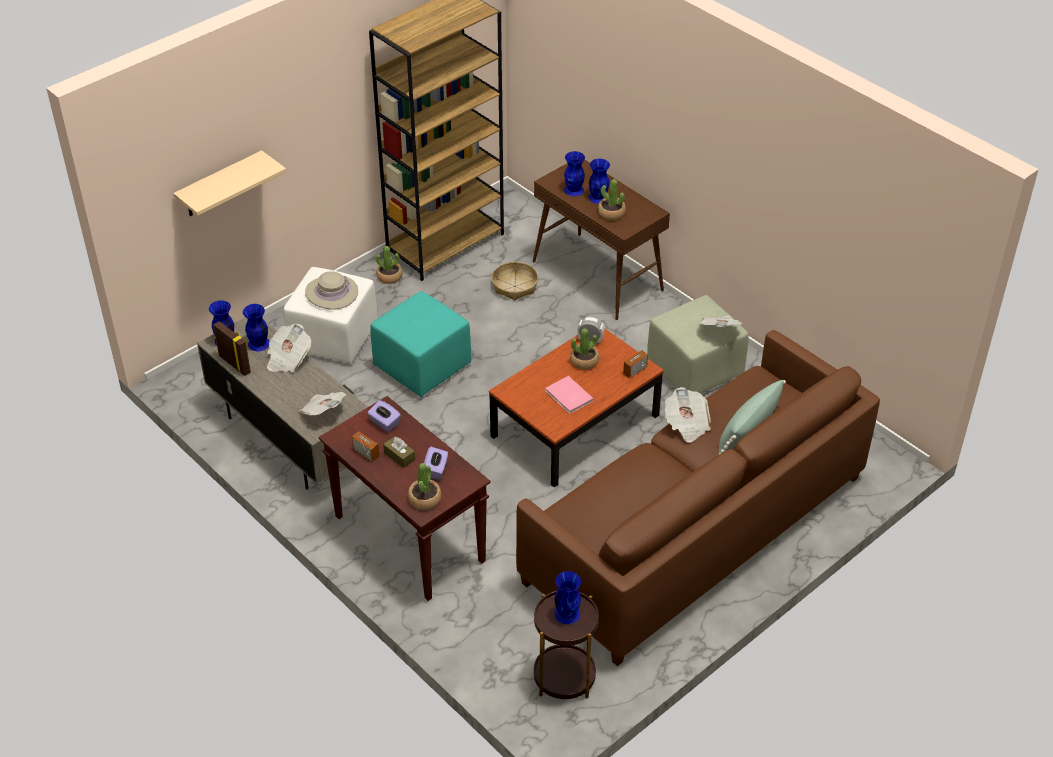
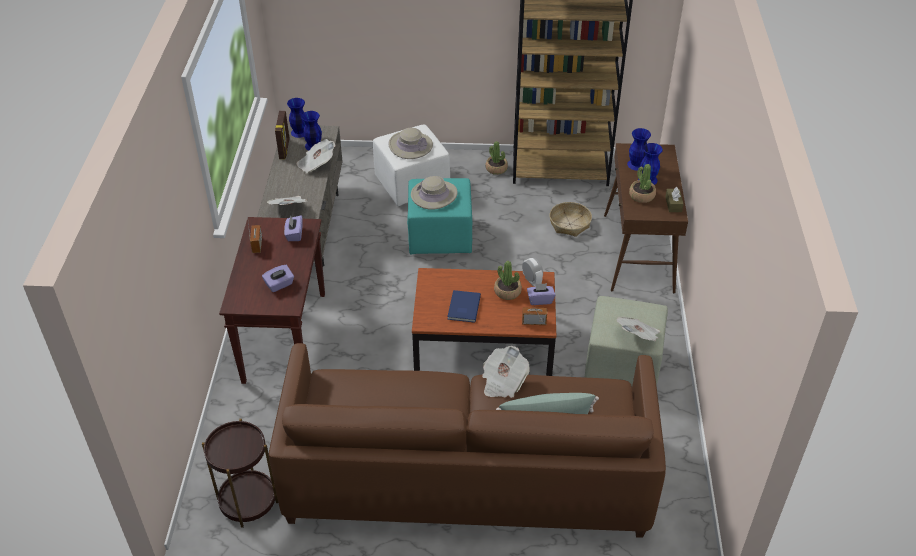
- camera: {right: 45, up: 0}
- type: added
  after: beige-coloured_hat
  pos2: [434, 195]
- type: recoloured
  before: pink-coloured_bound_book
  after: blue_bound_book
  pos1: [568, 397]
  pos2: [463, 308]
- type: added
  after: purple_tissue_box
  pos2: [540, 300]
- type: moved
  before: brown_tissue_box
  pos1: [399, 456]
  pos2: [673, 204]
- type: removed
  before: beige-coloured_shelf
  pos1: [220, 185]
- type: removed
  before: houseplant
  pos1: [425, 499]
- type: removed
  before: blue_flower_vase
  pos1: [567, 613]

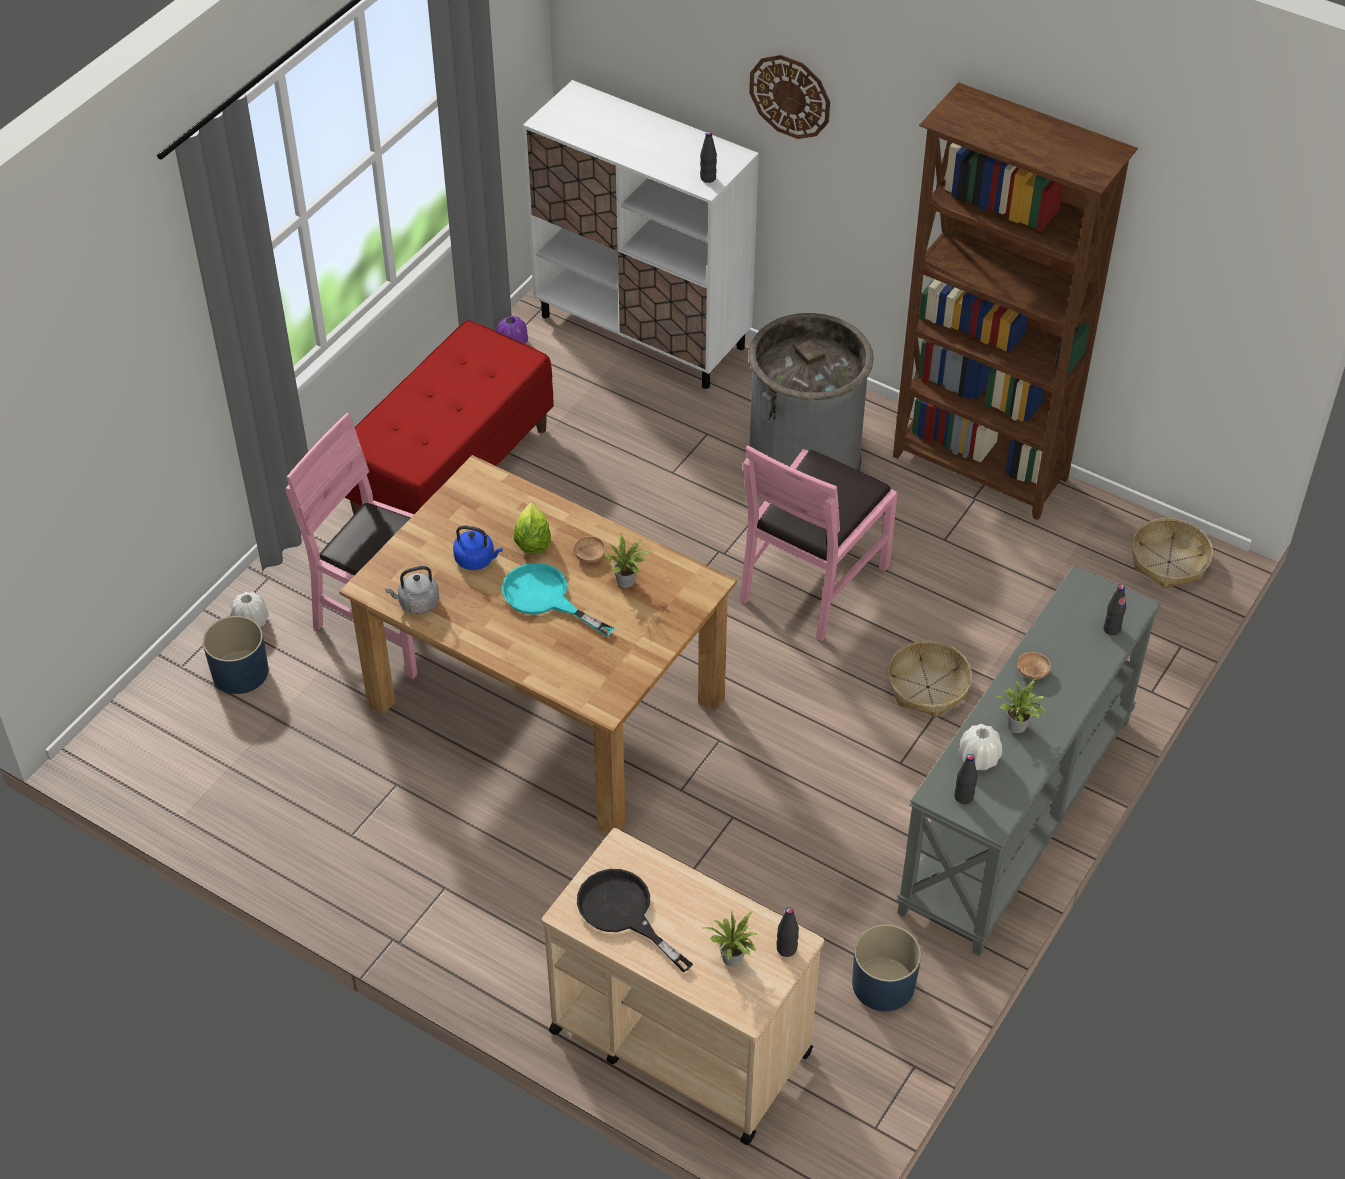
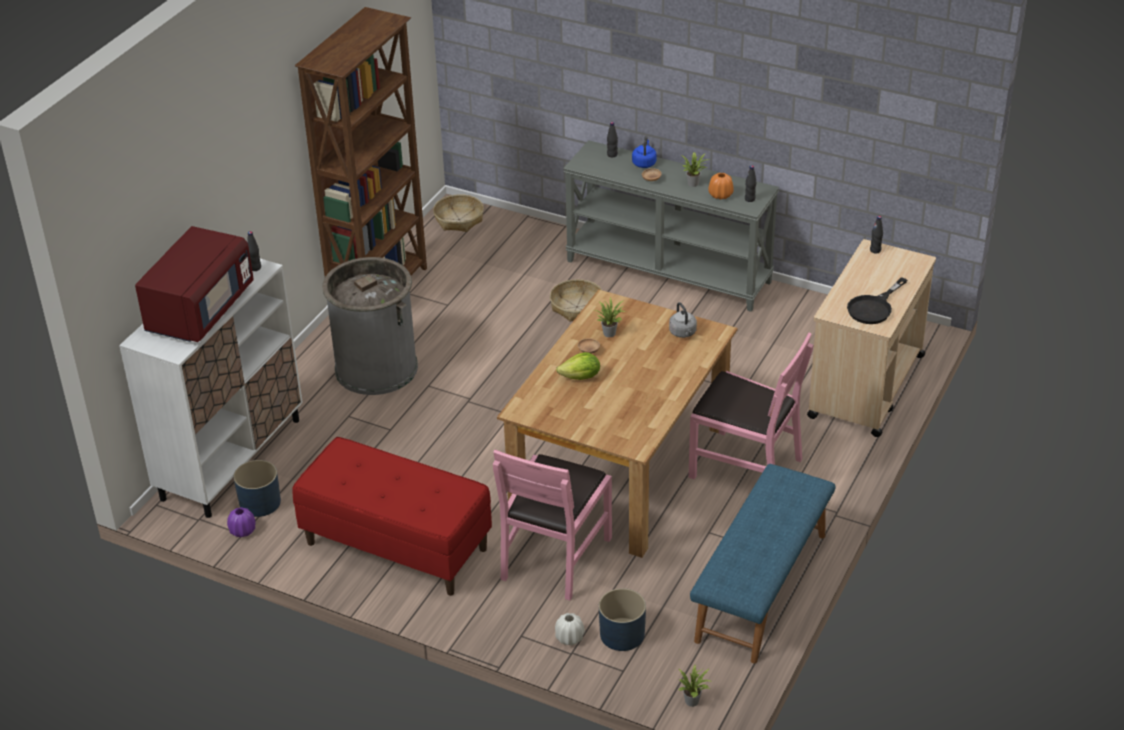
- camera: {right: -95, up: -10}
- type: added
  after: red-coloured_kitchen_microwave
  pos2: [200, 310]
- type: moved
  before: blue_flower_pot
  pos1: [882, 984]
  pos2: [260, 503]
- type: moved
  before: blue_kettle
  pos1: [477, 560]
  pos2: [644, 163]
- type: moved
  before: gray_kettle
  pos1: [417, 603]
  pos2: [683, 333]
- type: moved
  before: houseplant
  pos1: [733, 960]
  pos2: [693, 701]
- type: moved
  before: pink-coloured_chair
  pos1: [812, 581]
  pos2: [745, 467]
- type: added
  after: blue_long_seat
  pos2: [762, 587]
- type: recoloured
  before: white-coloured_flower_vase
  after: orange-coloured_flower_vase
  pos1: [978, 758]
  pos2: [720, 195]
- type: removed
  before: turquoise_skillet
  pos1: [545, 598]
- type: removed
  before: wall_clock
  pos1: [790, 96]

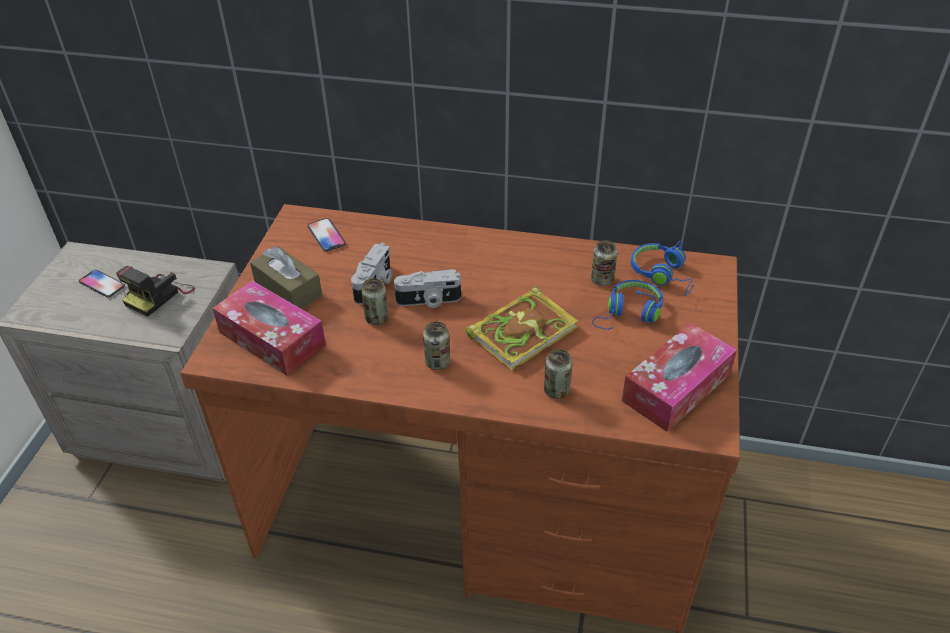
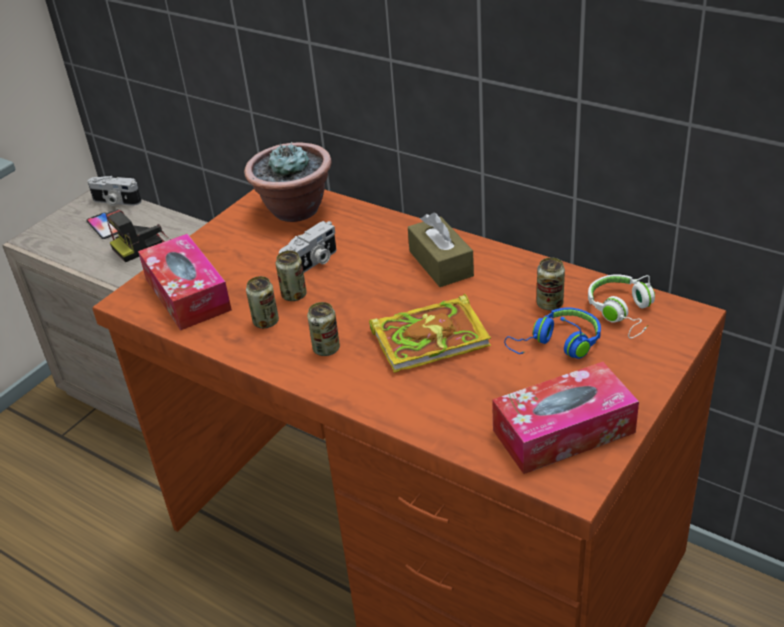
- camera: {right: 25, up: -5}
- type: moved
  before: photo_camera
  pos1: [428, 301]
  pos2: [115, 202]
- type: replaced
  before: handset
  after: houseplant
  pos1: [326, 236]
  pos2: [294, 210]
- type: moved
  before: sealed_can
  pos1: [556, 390]
  pos2: [266, 322]
- type: moved
  before: brown_tissue_box
  pos1: [288, 289]
  pos2: [441, 263]
- type: recoloured
  before: blue_pair_of_headphones
  after: white-coloured_pair_of_headphones
  pos1: [663, 275]
  pos2: [623, 312]

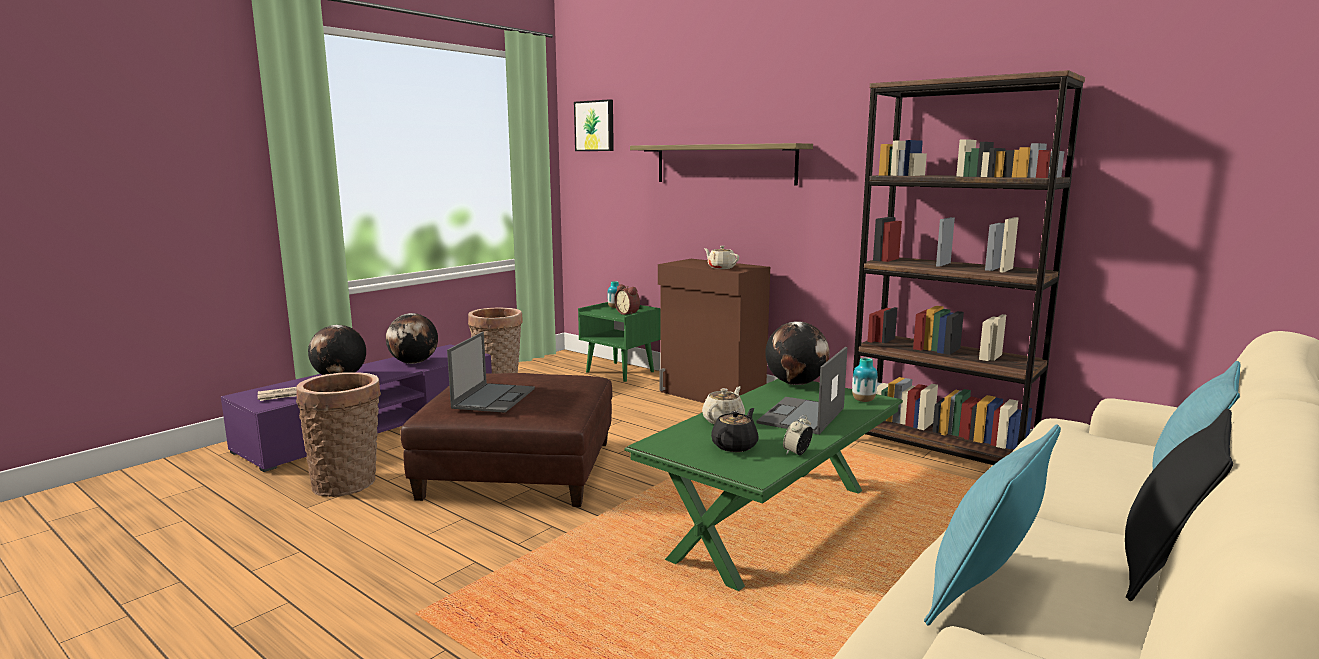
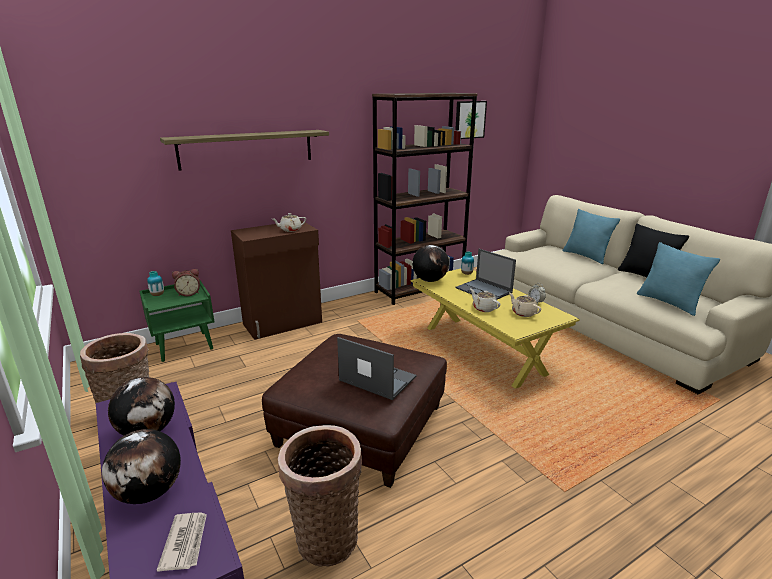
- camera: {right: -70, up: 10}
- type: recoloured
  before: green-coloured_lounge_table
  after: yellowish_lounge_table
  pos1: [772, 523]
  pos2: [483, 350]
- type: moved
  before: picture
  pos1: [595, 126]
  pos2: [469, 119]
- type: recoloured
  before: black_tea_pot
  after: beige-coloured_tea_pot
  pos1: [735, 446]
  pos2: [523, 313]

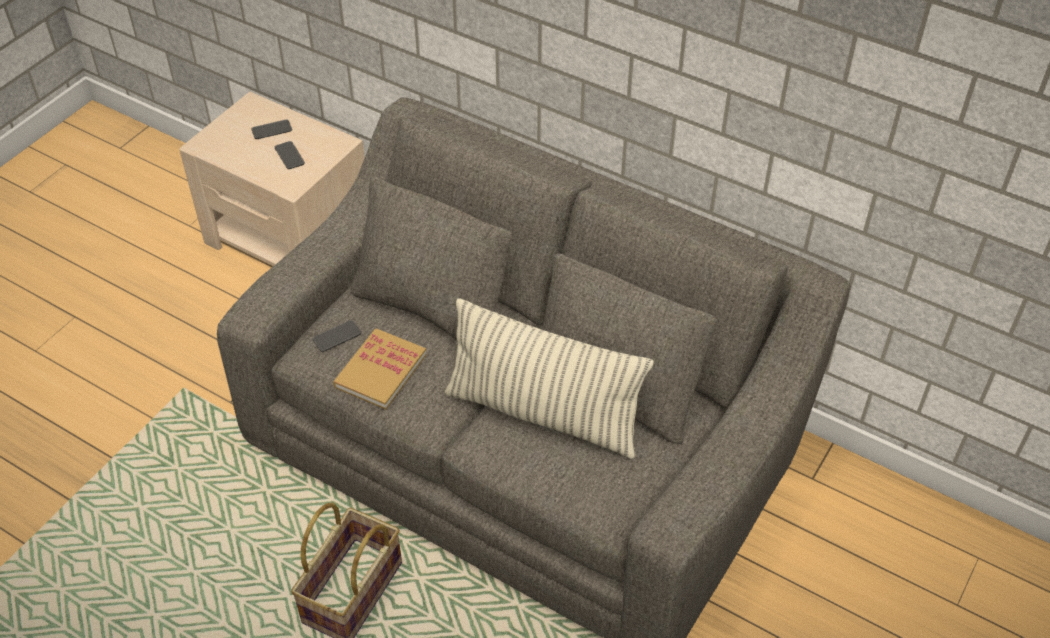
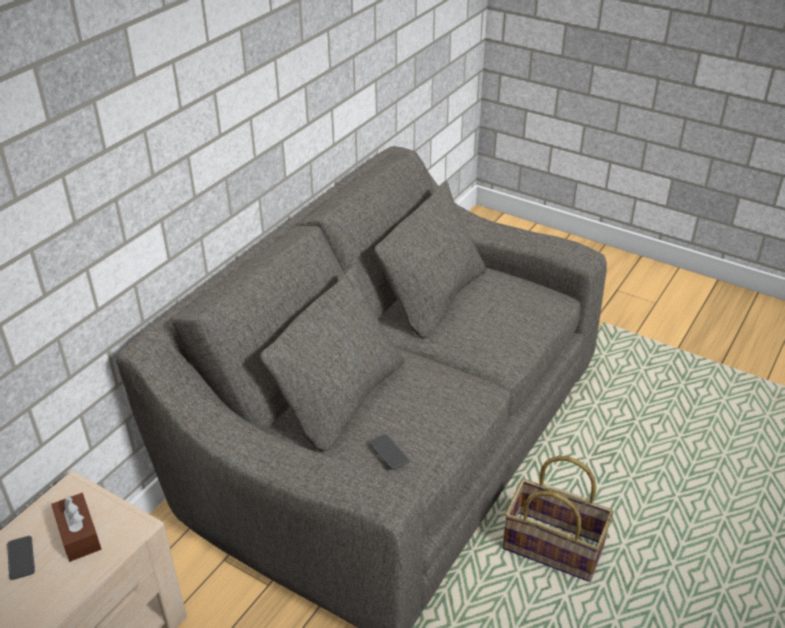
- camera: {right: -90, up: -10}
- type: replaced
  before: handset
  after: brown_tissue_box
  pos1: [289, 156]
  pos2: [79, 534]
- type: removed
  before: bound_book
  pos1: [380, 371]
- type: removed
  before: throw_pillow
  pos1: [543, 414]

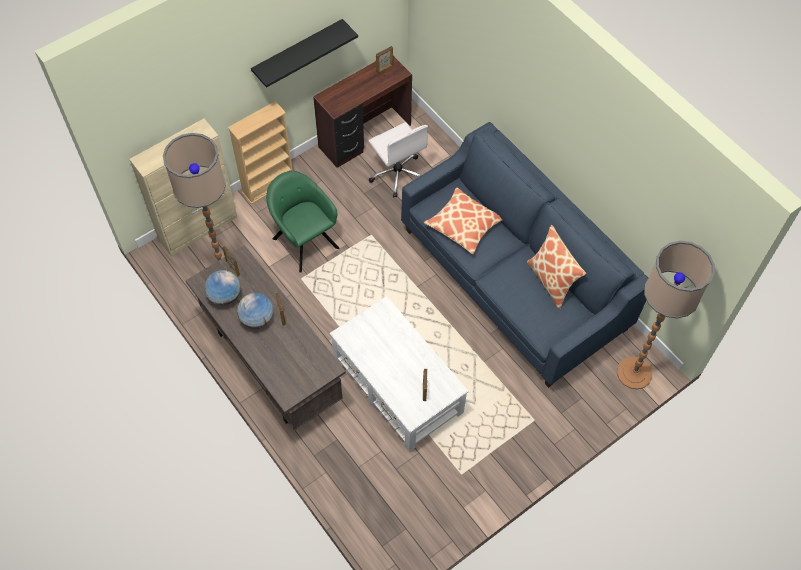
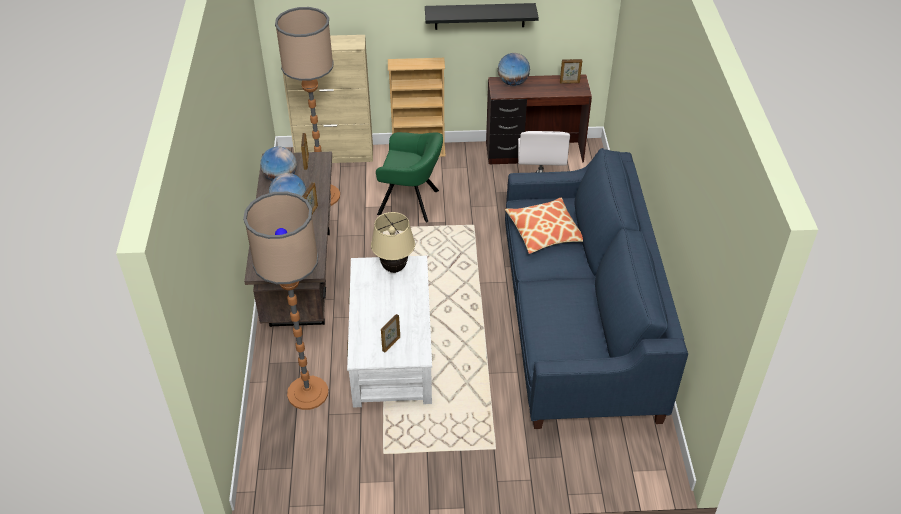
- camera: {right: 35, up: -15}
- type: moved
  before: standard_lamp
  pos1: [634, 373]
  pos2: [307, 393]
- type: added
  after: beige-coloured_table_lamp
  pos2: [394, 268]
- type: turned
  before: green-coloured_armchair
  pos1: [304, 241]
  pos2: [411, 202]
  turn: 105
- type: added
  after: globe
  pos2: [512, 82]
- type: removed
  before: throw_pillow
  pos1: [551, 281]

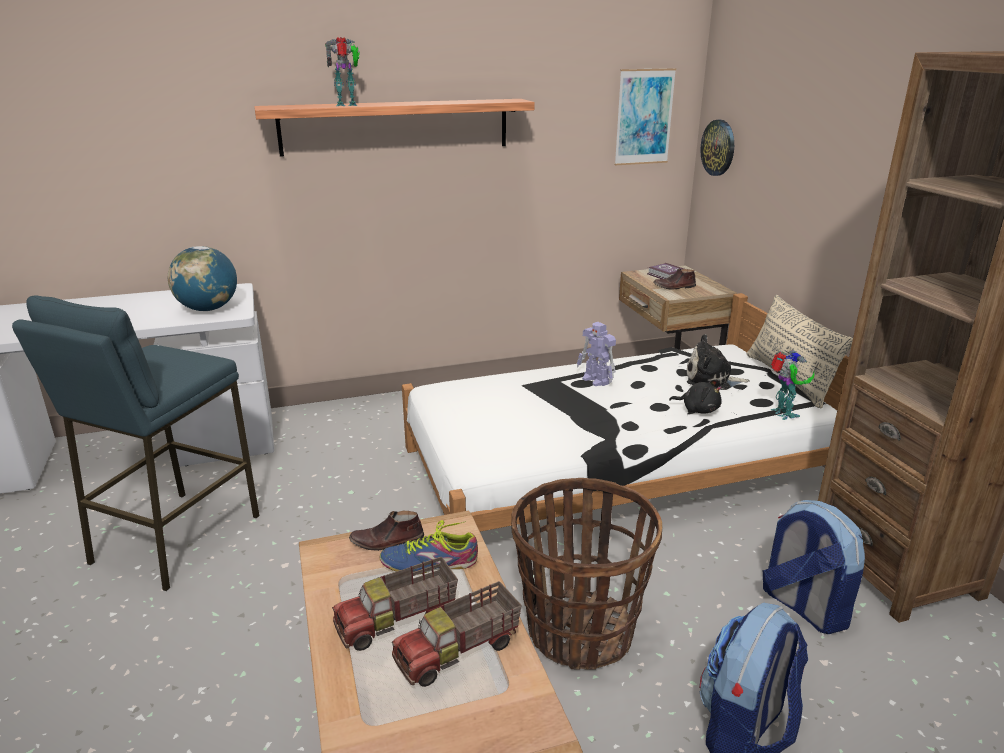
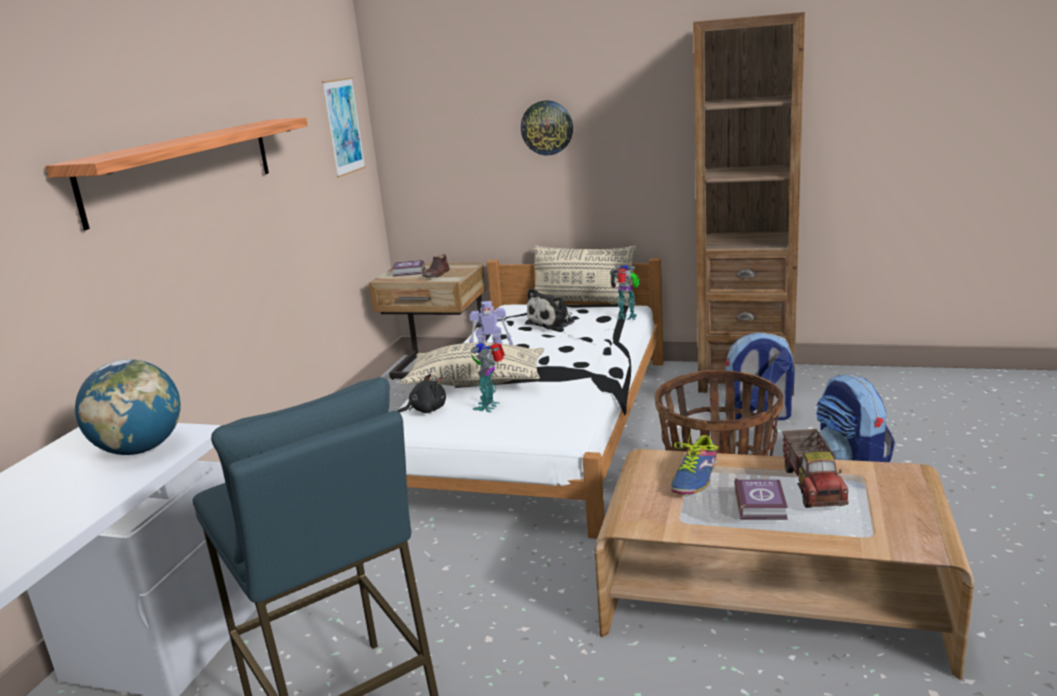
- camera: {right: -55, up: -5}
- type: moved
  before: black_plush_toy
  pos1: [698, 409]
  pos2: [425, 410]
- type: added
  after: beige-coloured_throw_pillow
  pos2: [476, 382]
- type: moved
  before: robot_figure
  pos1: [347, 105]
  pos2: [489, 406]
- type: moved
  before: wall_clock
  pos1: [718, 147]
  pos2: [547, 127]
- type: replaced
  before: model_truck
  after: bound_book
  pos1: [398, 621]
  pos2: [761, 504]
- type: removed
  before: brown_item_of_footwear
  pos1: [387, 541]

